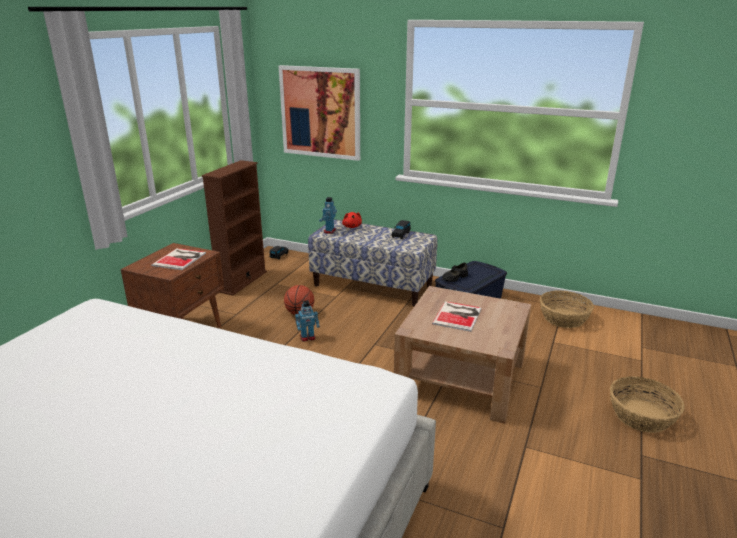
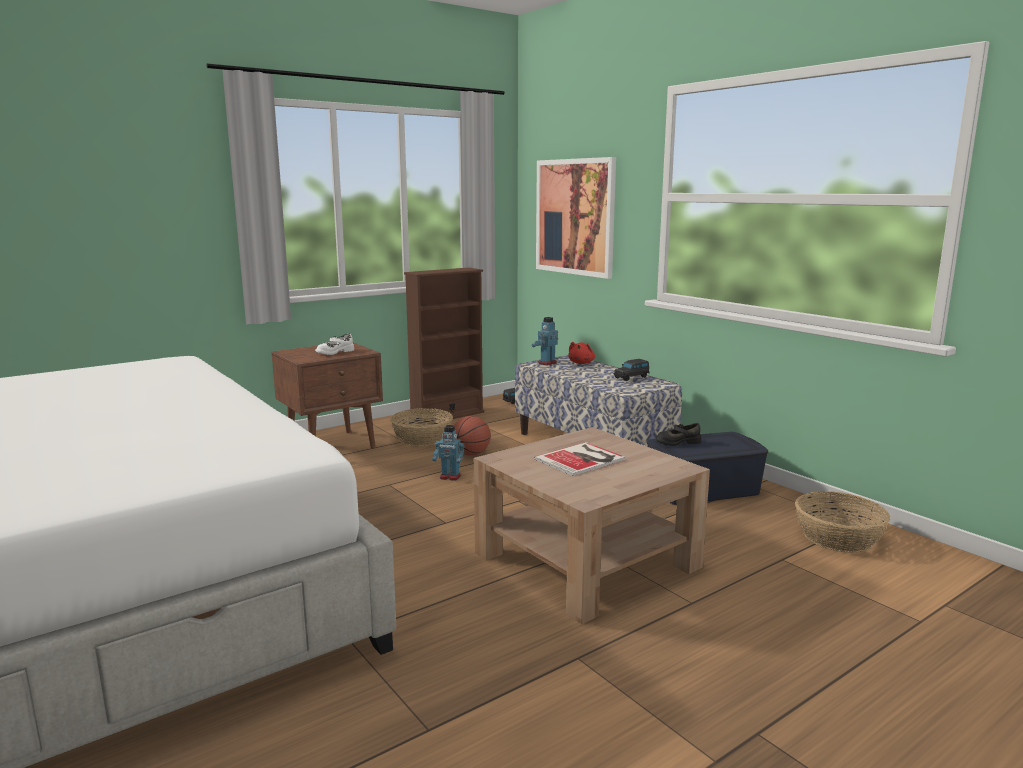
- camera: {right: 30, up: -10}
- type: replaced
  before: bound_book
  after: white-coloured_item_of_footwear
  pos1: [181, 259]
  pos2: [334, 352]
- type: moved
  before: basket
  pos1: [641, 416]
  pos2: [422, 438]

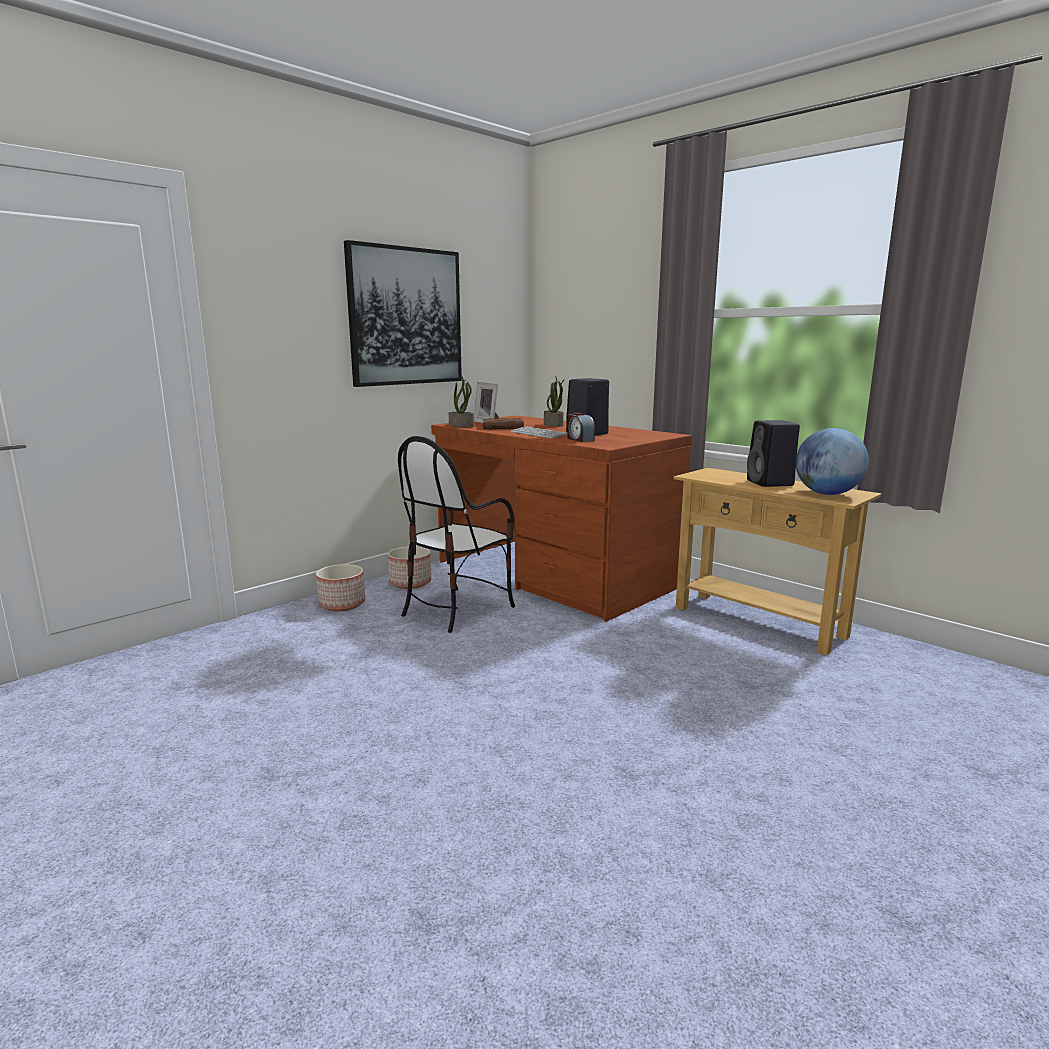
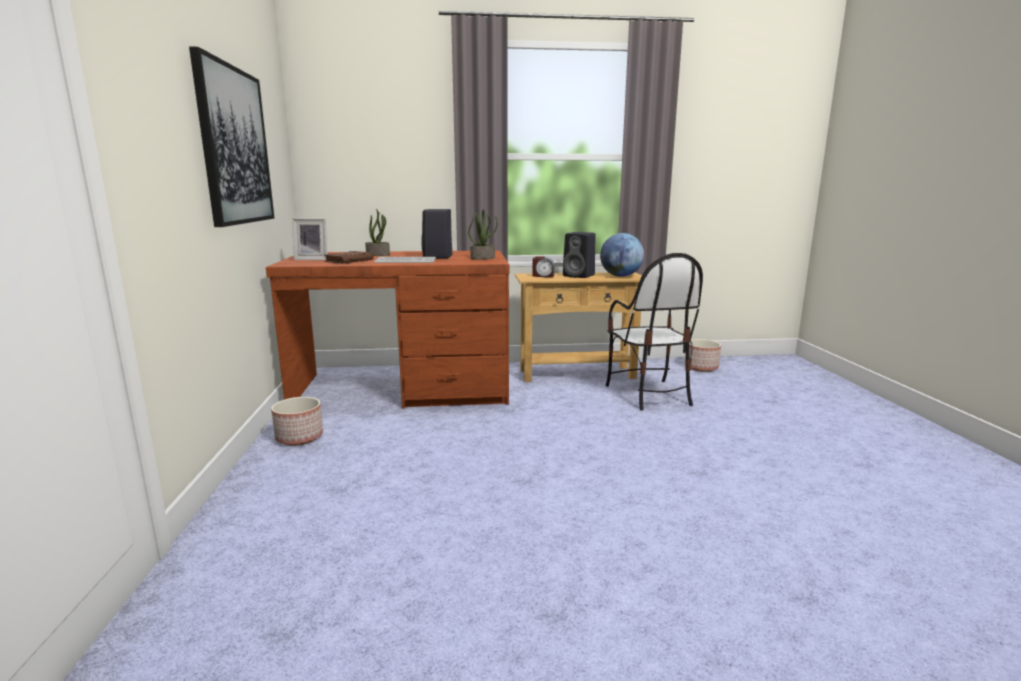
- camera: {right: -50, up: 0}
- type: moved
  before: houseplant
  pos1: [462, 426]
  pos2: [482, 258]
- type: moved
  before: bedside_clock
  pos1: [580, 439]
  pos2: [543, 276]
- type: moved
  before: chair
  pos1: [457, 609]
  pos2: [648, 394]
- type: moved
  before: flower_pot
  pos1: [342, 604]
  pos2: [701, 367]

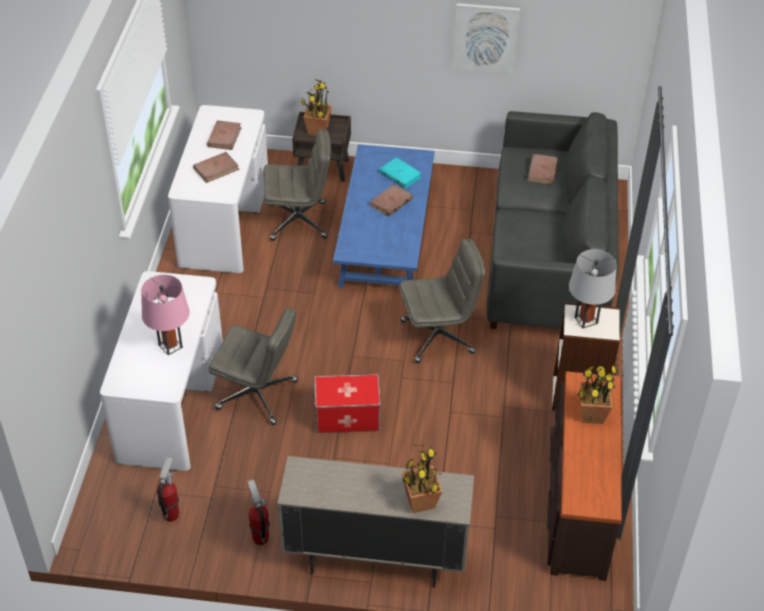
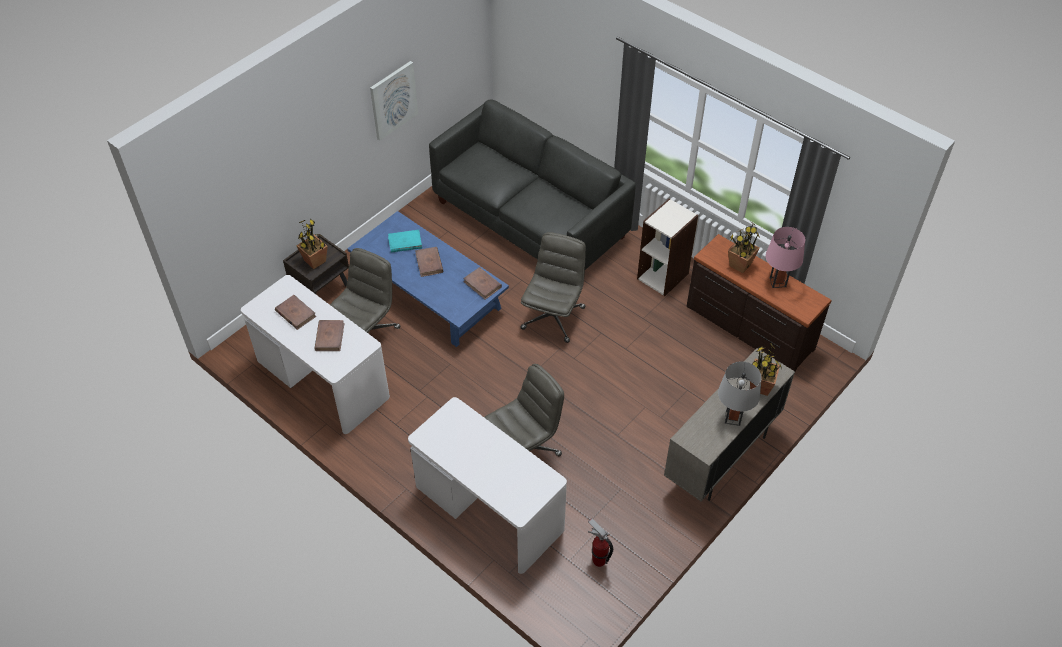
- camera: {right: -55, up: 5}
- type: moved
  before: brown_bound_book
  pos1: [542, 171]
  pos2: [482, 284]
- type: moved
  before: gray_table_lamp
  pos1: [586, 320]
  pos2: [733, 418]
- type: moved
  before: pink-coloured_table_lamp
  pos1: [170, 346]
  pos2: [778, 282]
- type: removed
  before: fire-fighting_cylinder
  pos1: [260, 538]
- type: removed
  before: storage_box
  pos1: [347, 417]

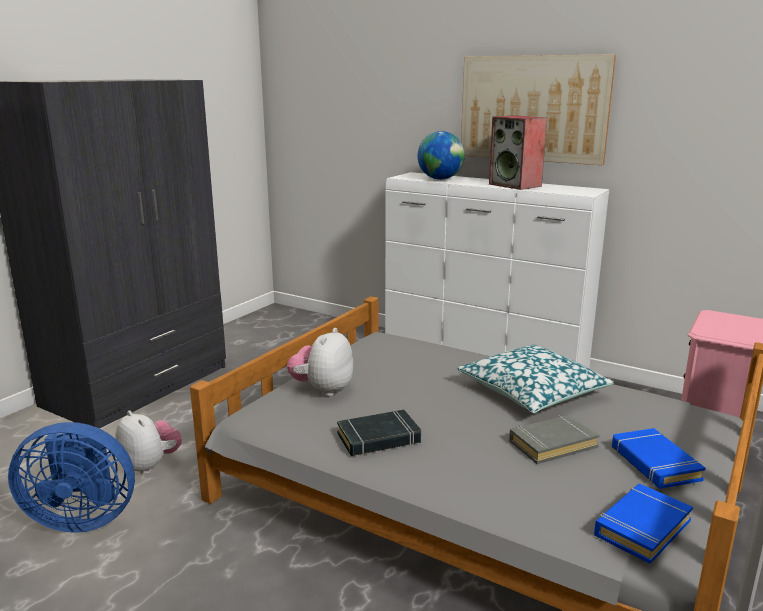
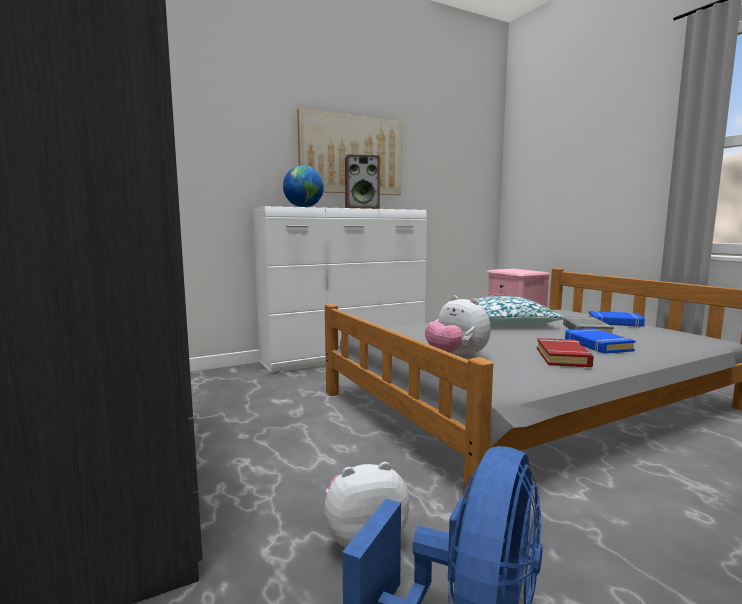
- camera: {right: -60, up: -10}
- type: recoloured
  before: black_bound_book
  after: red-coloured_bound_book
  pos1: [379, 438]
  pos2: [563, 357]
- type: moved
  before: blue_bound_book
  pos1: [641, 528]
  pos2: [597, 345]

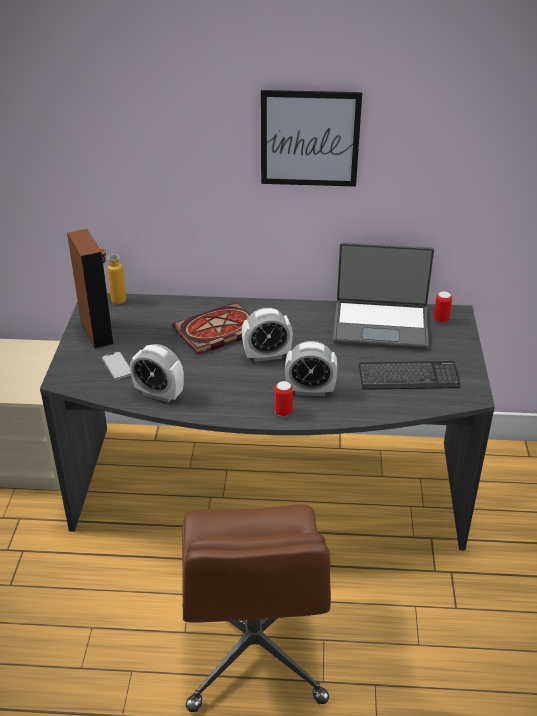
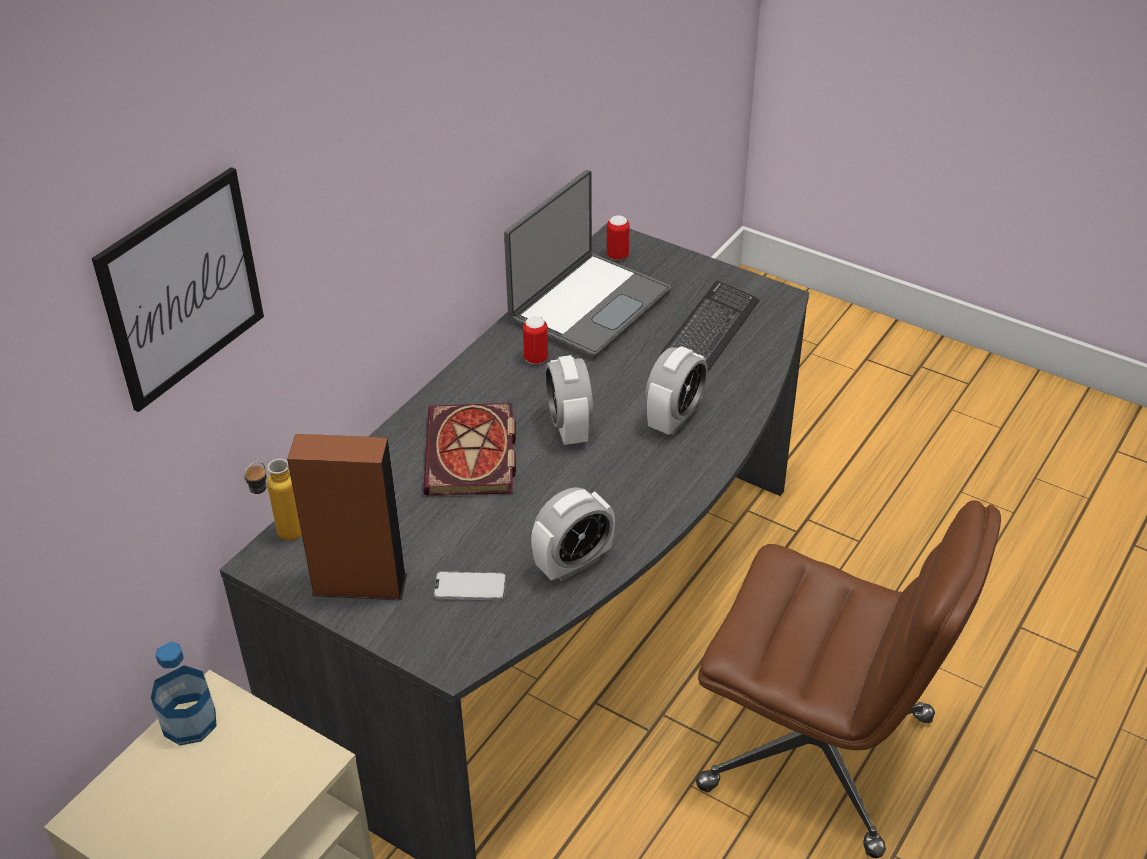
- camera: {right: -60, up: 5}
- type: moved
  before: picture
  pos1: [309, 138]
  pos2: [182, 288]
- type: added
  after: drink_bottle
  pos2: [189, 722]
- type: moved
  before: sealed_can
  pos1: [283, 412]
  pos2: [536, 358]
- type: turned
  before: bedside_clock
  pos1: [267, 355]
  pos2: [569, 428]
  turn: 150

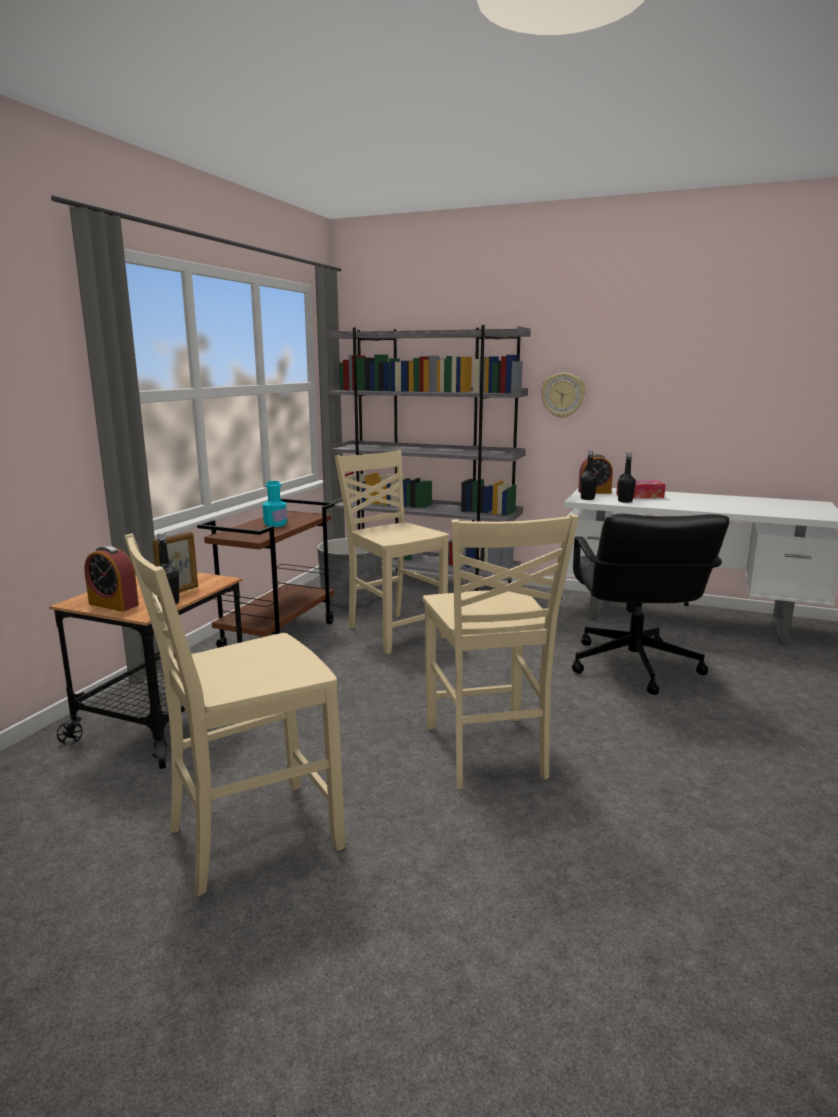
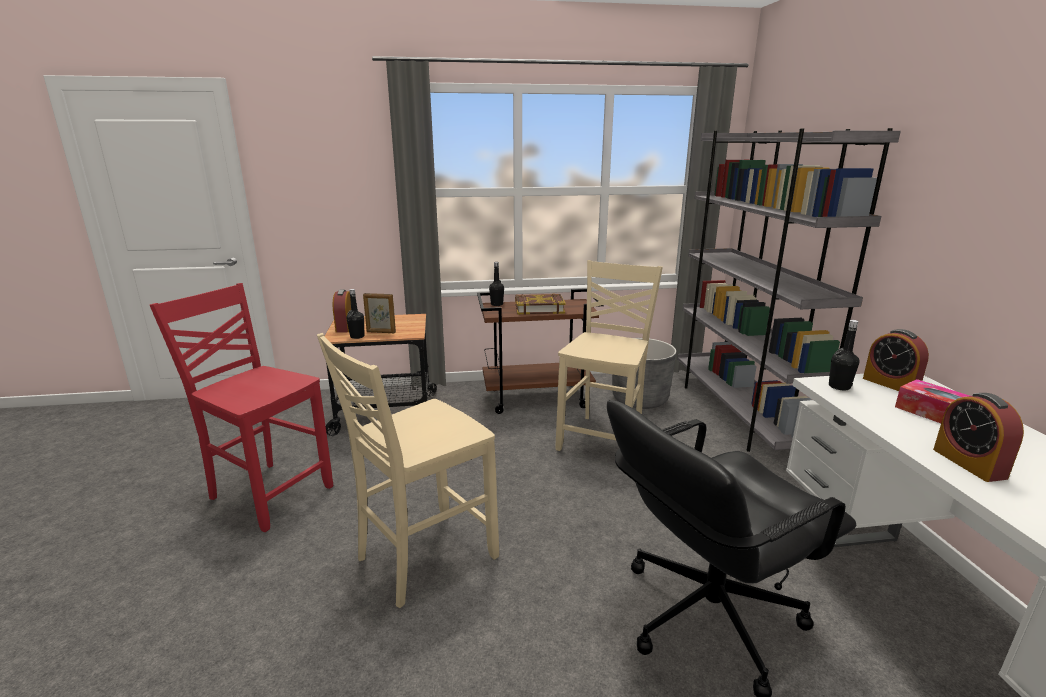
- camera: {right: 60, up: 5}
- type: recoloured
  before: beige-coloured_chair
  after: red-coloured_chair
  pos1: [250, 837]
  pos2: [269, 493]
- type: moved
  before: black_drink_bottle
  pos1: [625, 501]
  pos2: [497, 304]
- type: replaced
  before: turquoise_drink_bottle
  after: bound_book
  pos1: [275, 524]
  pos2: [539, 308]
- type: added
  after: bedside_clock
  pos2: [969, 463]
- type: removed
  before: wall_clock
  pos1: [562, 395]

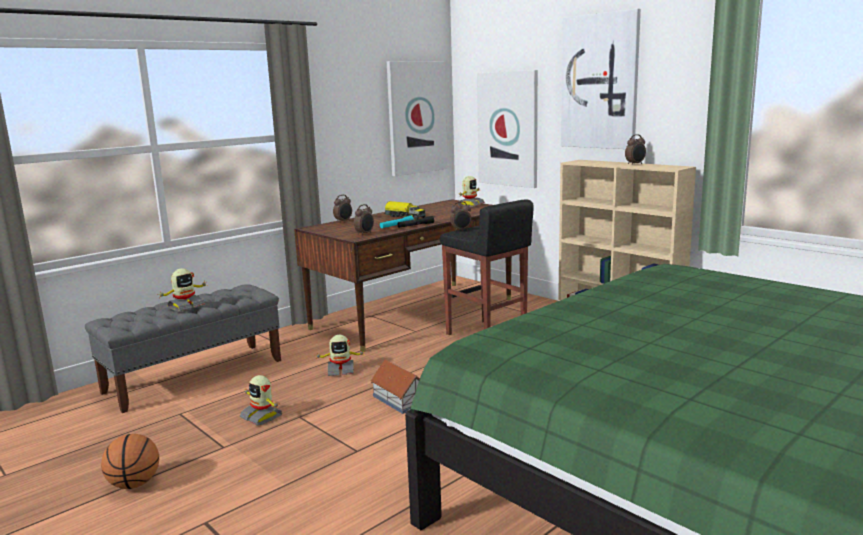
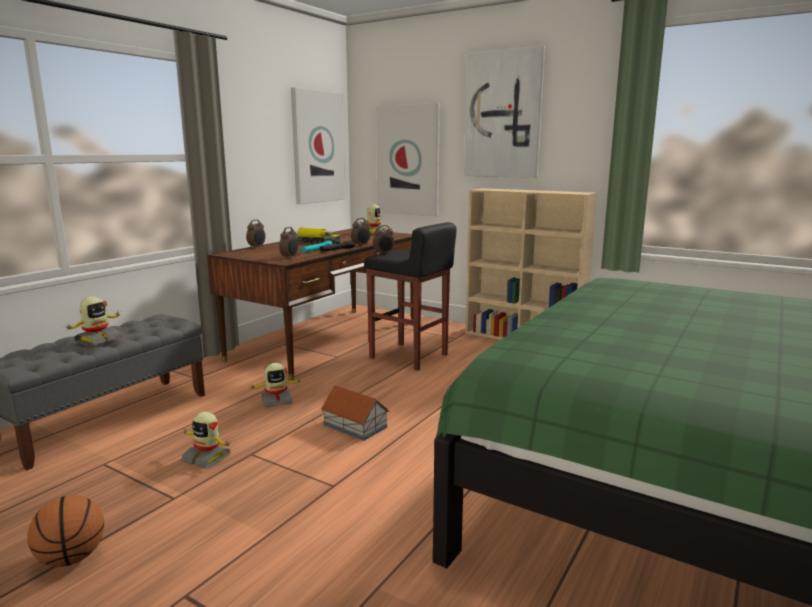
- camera: {right: -15, up: 0}
- type: moved
  before: bedside_clock
  pos1: [635, 164]
  pos2: [361, 245]

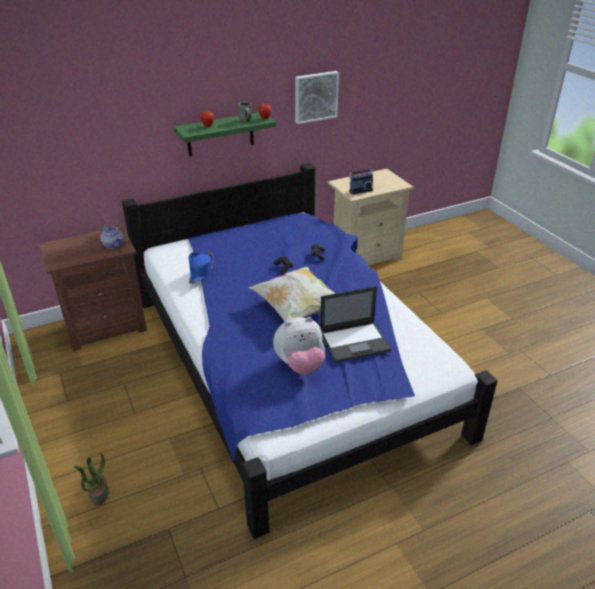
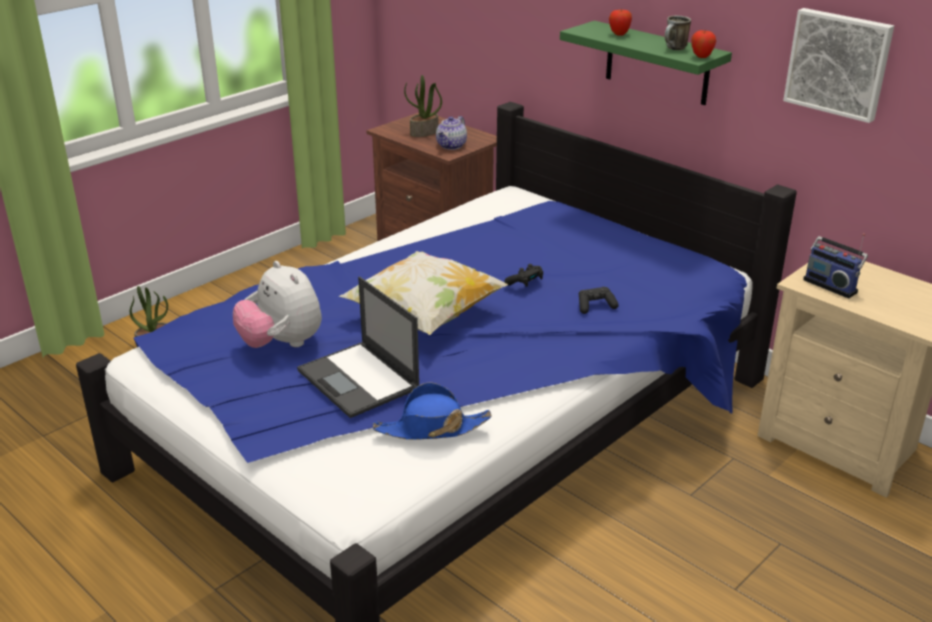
- camera: {right: 70, up: -5}
- type: moved
  before: blue_hat
  pos1: [201, 270]
  pos2: [431, 428]
- type: added
  after: houseplant
  pos2: [424, 132]

